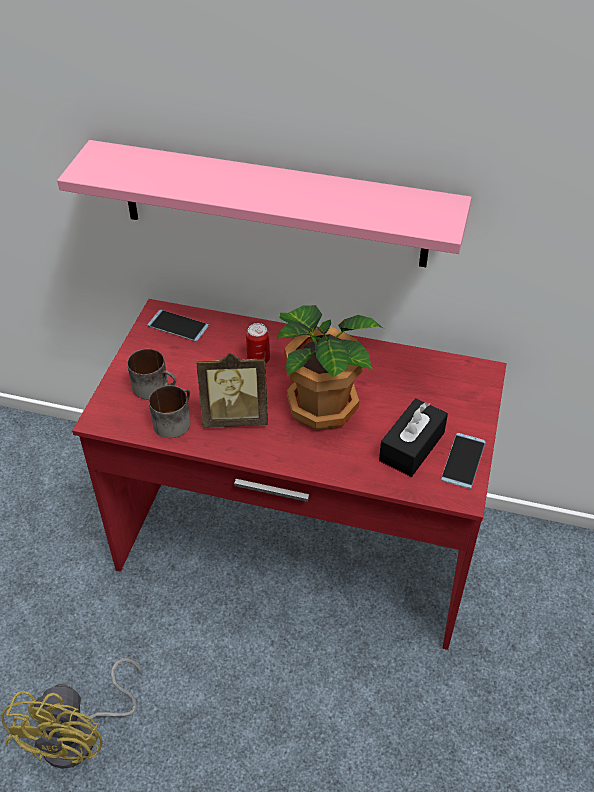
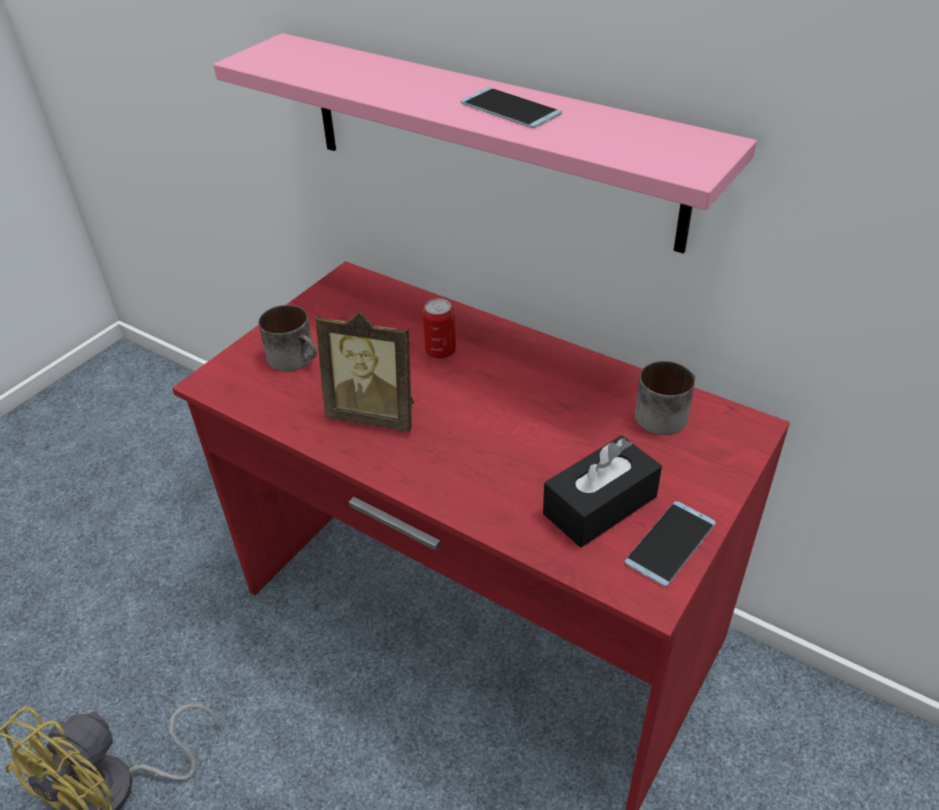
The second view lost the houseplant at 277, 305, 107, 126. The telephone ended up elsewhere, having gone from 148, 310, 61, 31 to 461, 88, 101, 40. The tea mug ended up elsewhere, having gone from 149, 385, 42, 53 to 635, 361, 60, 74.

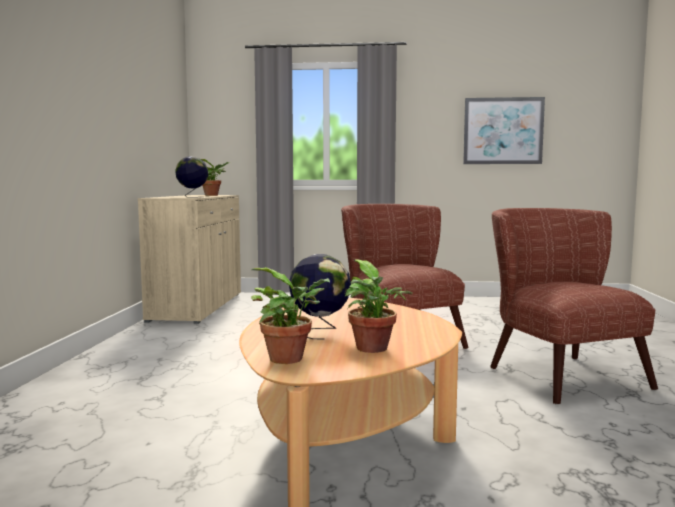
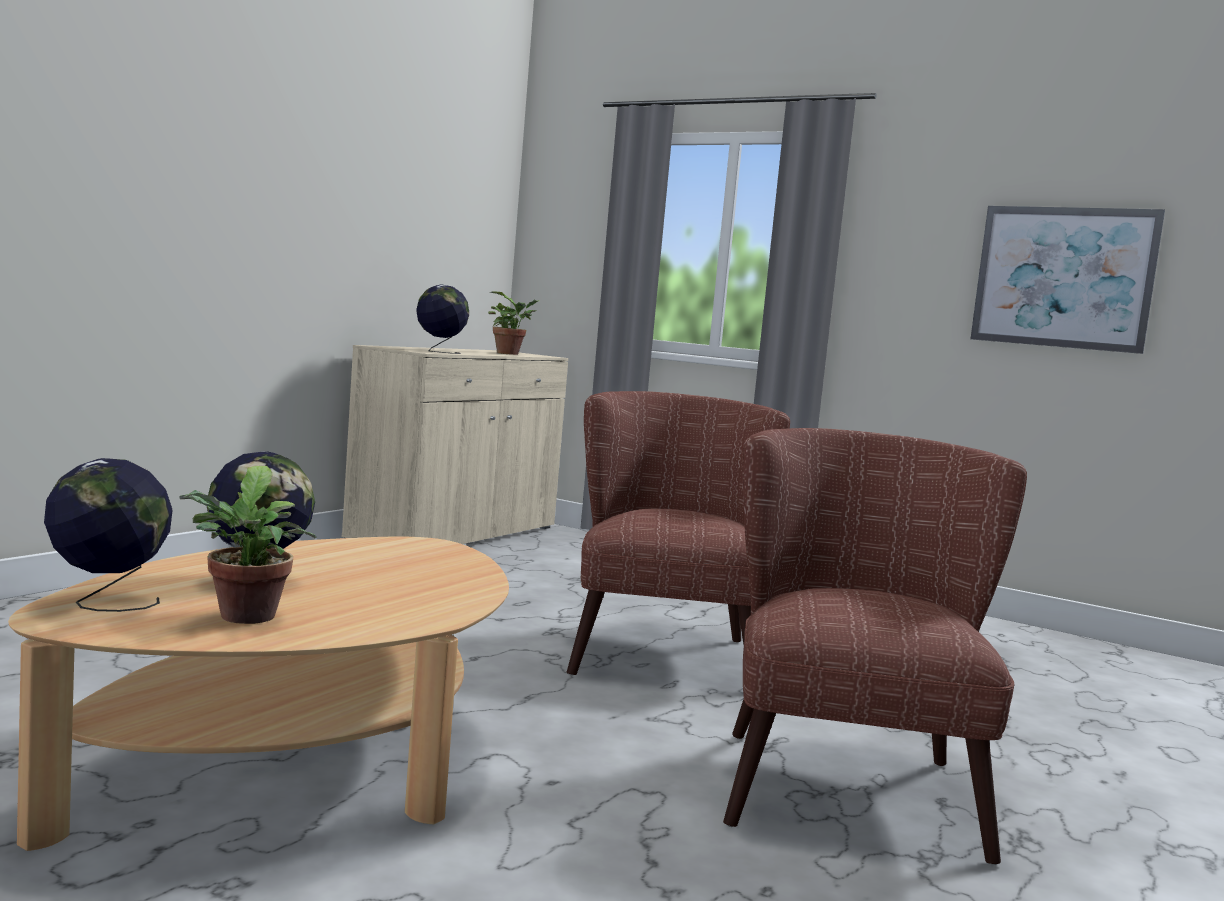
Where the houseplant stood at 251, 267, 79, 97, the desk globe came to stand at 44, 458, 129, 154.

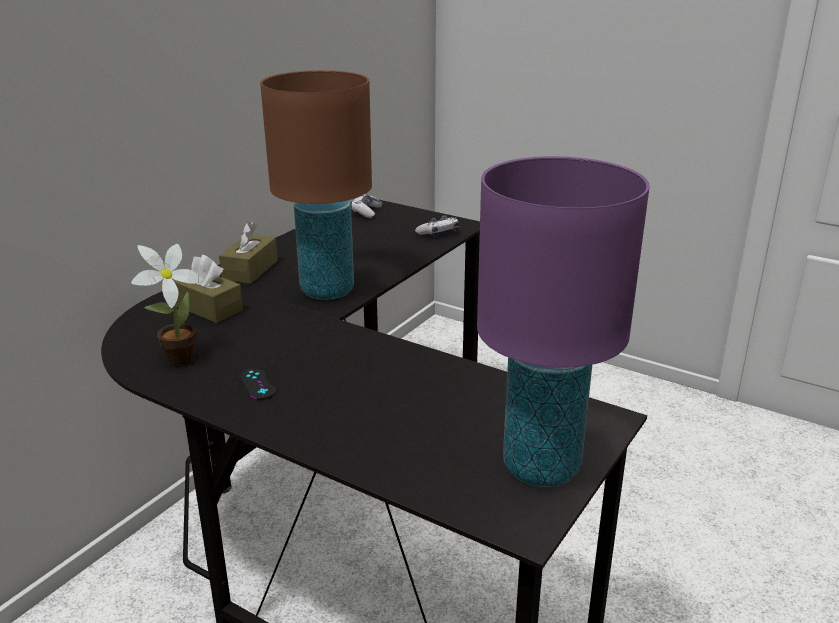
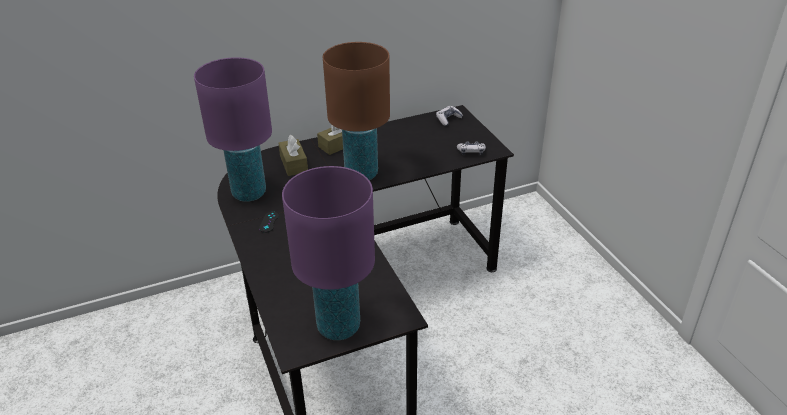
Where the houseplant stood at 131, 244, 73, 122, the tabletop lamp/purplish came to stand at 194, 57, 78, 145.

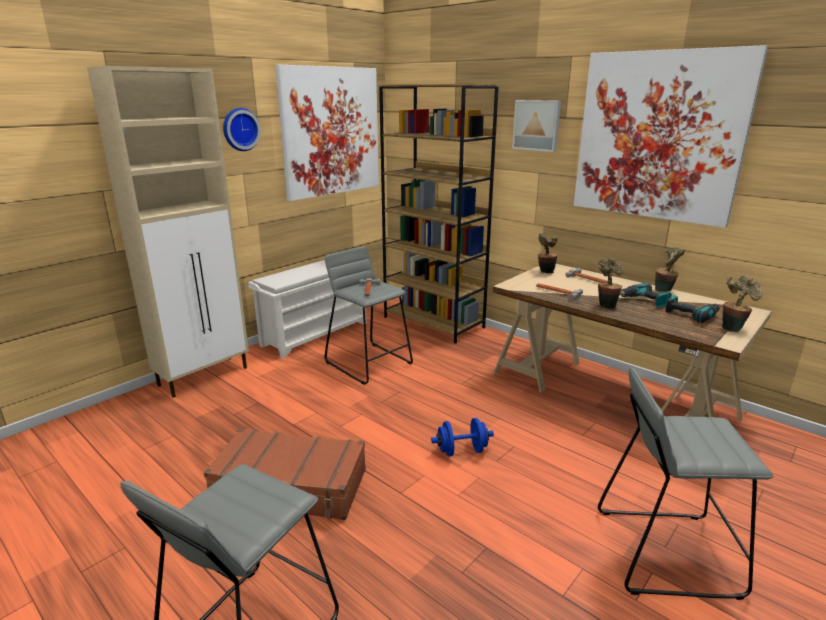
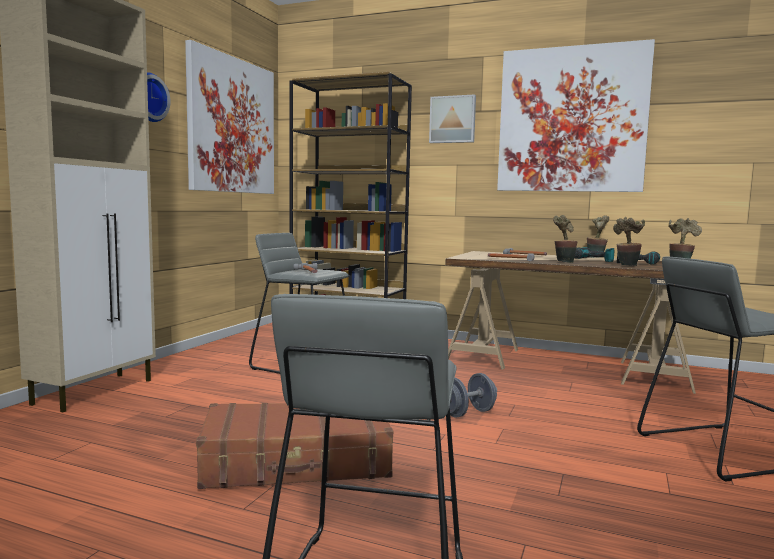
The second view lost the shoe shelf/white-coloured at 248, 260, 119, 98. The houseplant ended up elsewhere, having gone from 538, 233, 20, 40 to 613, 217, 32, 49. What was the hand weight/blue-coloured at 431, 418, 63, 38 turned into the hand weight/greyish at 450, 373, 47, 45.

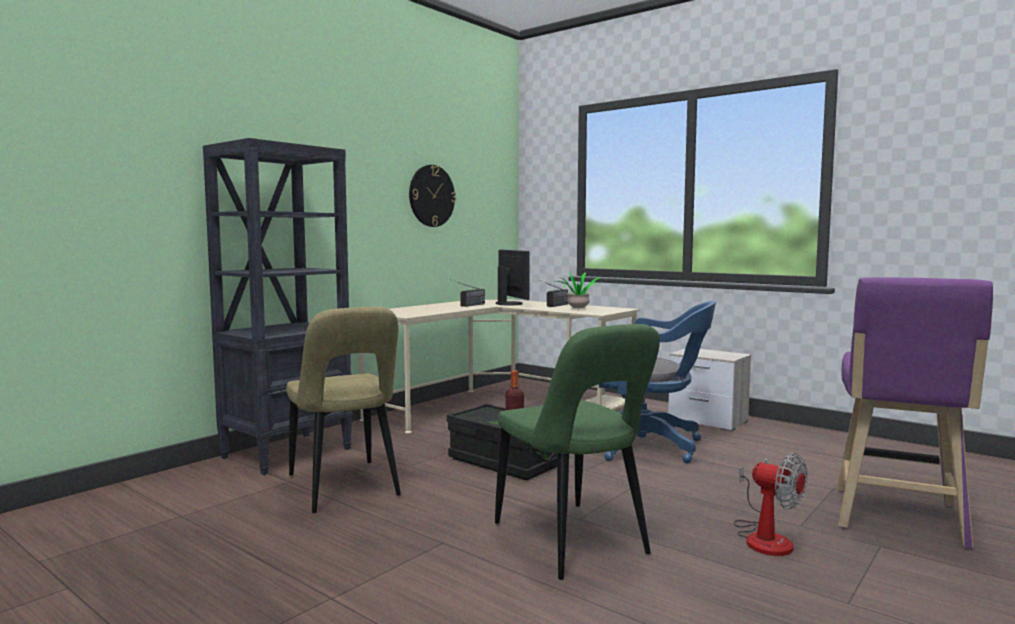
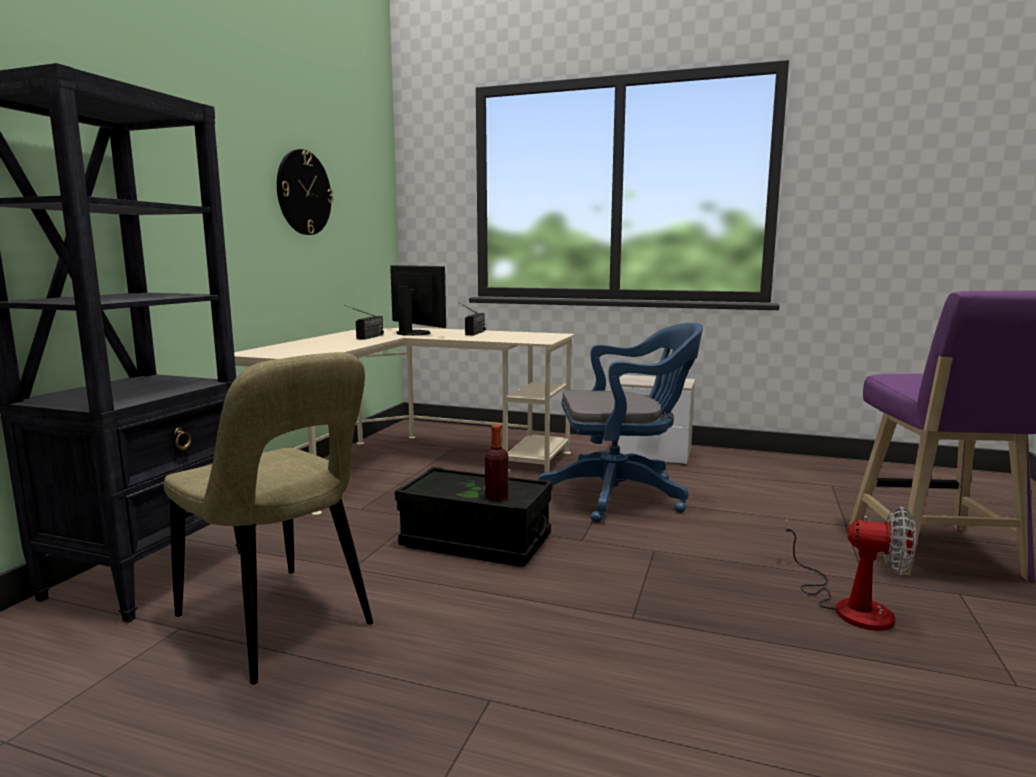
The second view lost the upright chair/greenish at 495, 324, 165, 256. The second view lost the houseplant at 557, 271, 44, 38.

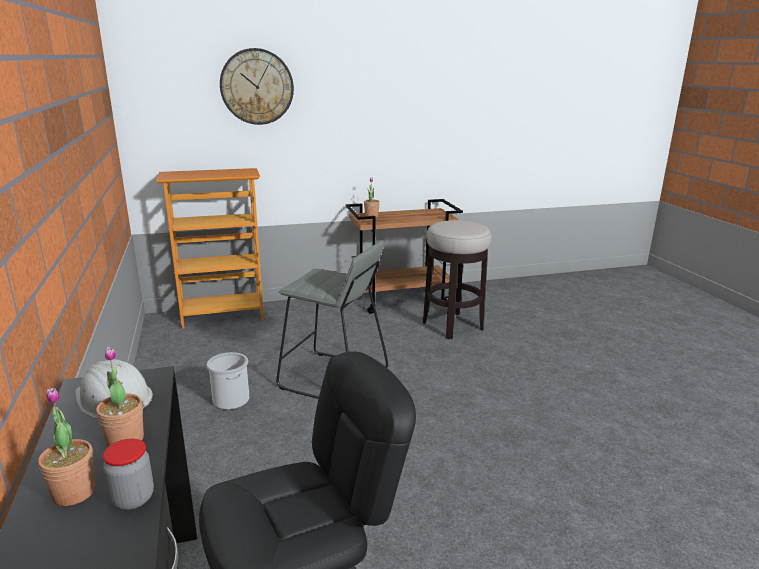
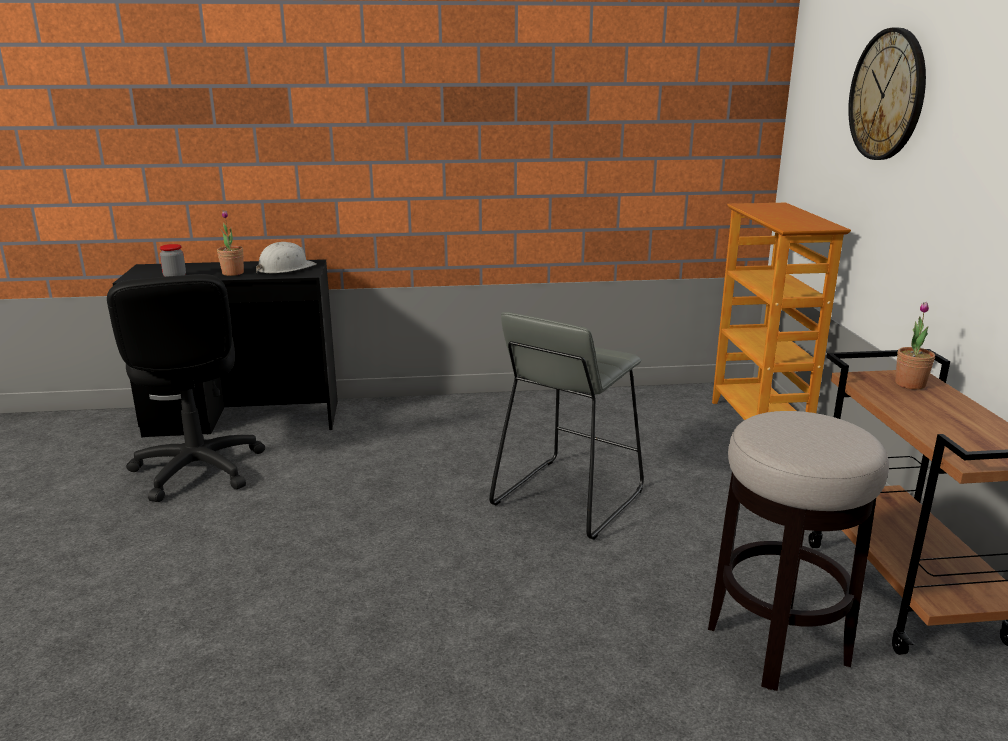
The second view lost the houseplant at 38, 388, 58, 118. The second view lost the water bucket at 207, 352, 42, 58.

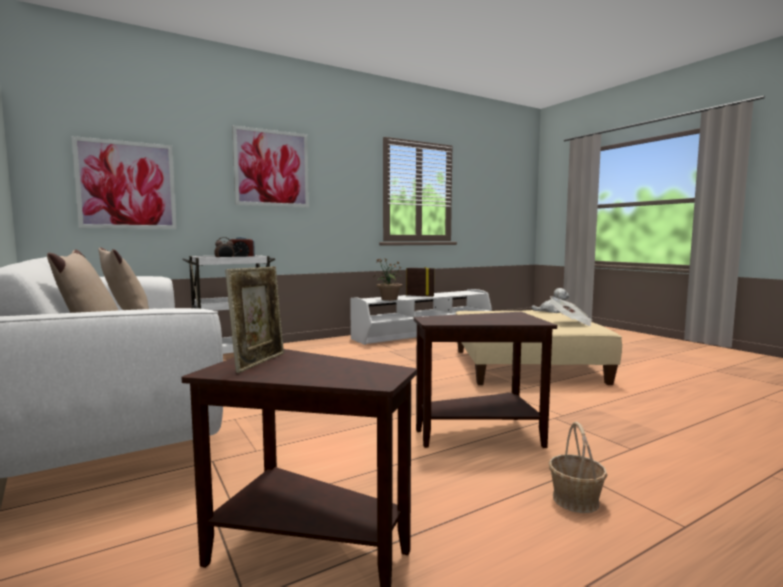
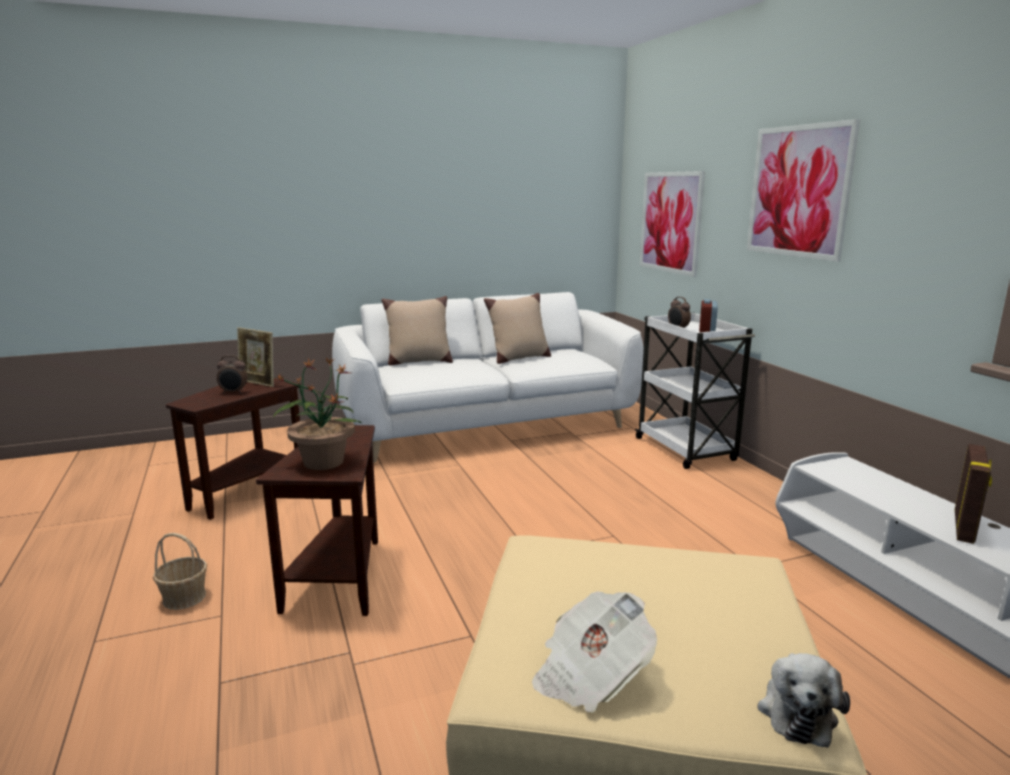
The second view gained the alarm clock at 217, 355, 30, 39. The houseplant ended up elsewhere, having gone from 375, 259, 28, 42 to 273, 358, 88, 112.

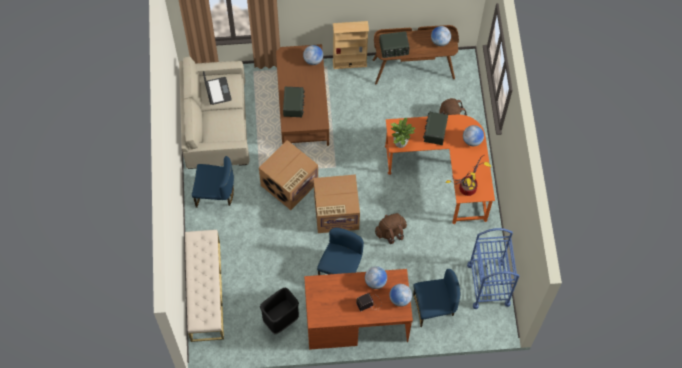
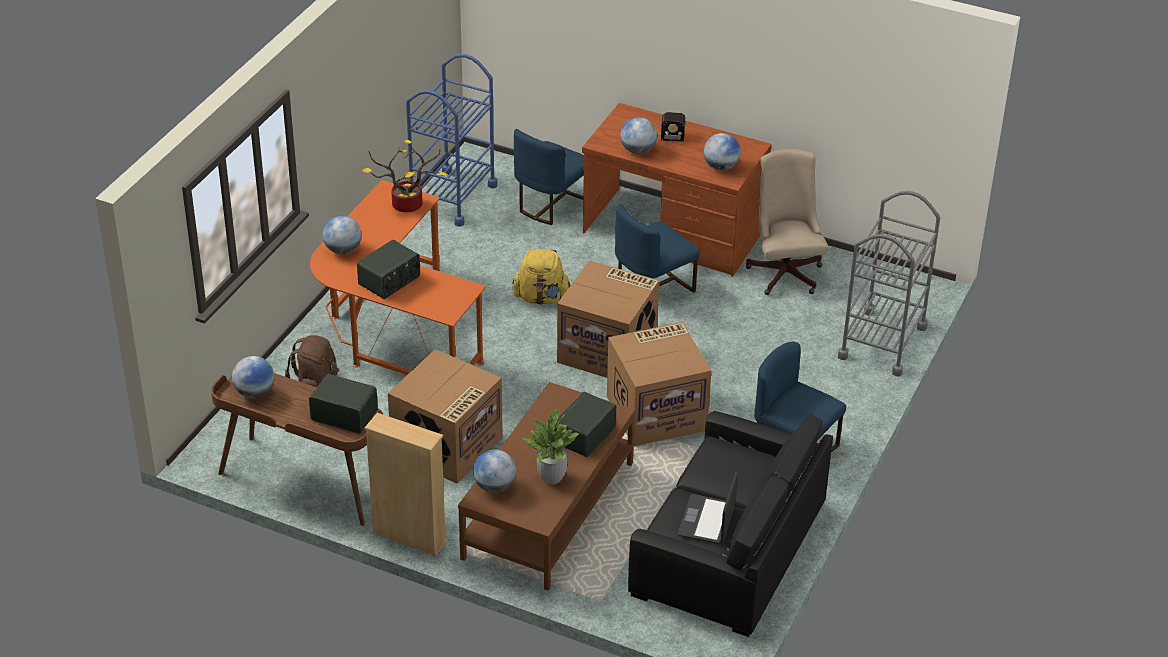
The second view gained the cardboard box at 388, 349, 115, 135. The desk globe ended up elsewhere, having gone from 389, 284, 23, 23 to 704, 133, 37, 37. The houseplant ended up elsewhere, having gone from 390, 118, 26, 30 to 523, 410, 56, 74. Where the indoor bench/beige stood at 185, 230, 39, 112, the trolley/greyish came to stand at 838, 191, 102, 186. Where the trash can/black stood at 260, 288, 39, 46, the desk chair/beige came to stand at 746, 149, 83, 146. What was the sofa/beige at 179, 56, 70, 113 turned into the sofa/black at 628, 411, 205, 226. What was the knapsack/brown at 375, 213, 32, 31 turned into the knapsack/yellow-coloured at 512, 249, 59, 56. The upright chair/blue-coloured at 413, 269, 48, 58 ended up facing another way, 75 degrees counterclockwise from before.

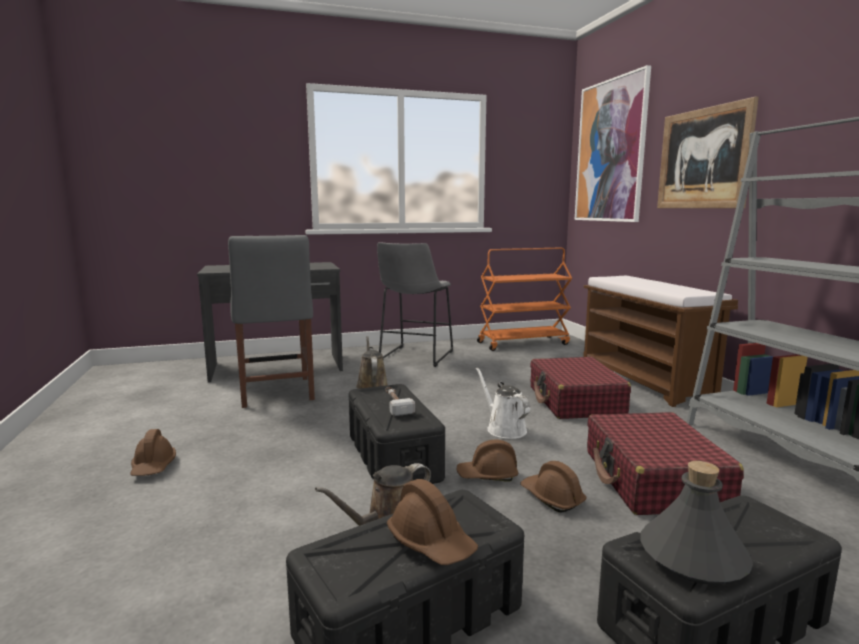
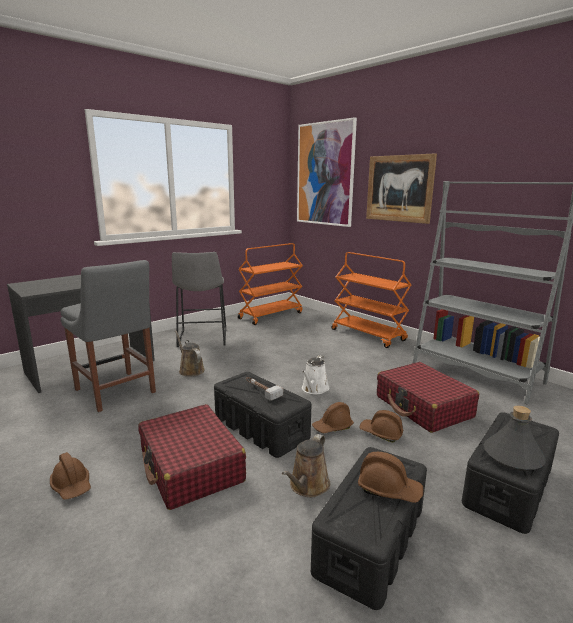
The piece of luggage/reddish ended up elsewhere, having gone from 530, 357, 101, 62 to 139, 404, 107, 106. Where the indoor bench/brown stood at 583, 276, 155, 131, the trolley/orange-coloured came to stand at 331, 252, 80, 96. The sprinkling can/white-coloured at 476, 367, 54, 72 ended up facing another way, 105 degrees counterclockwise from before.

